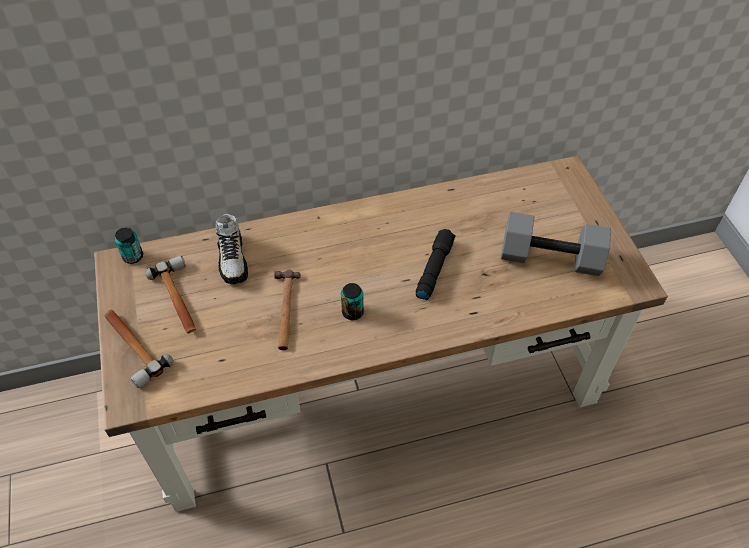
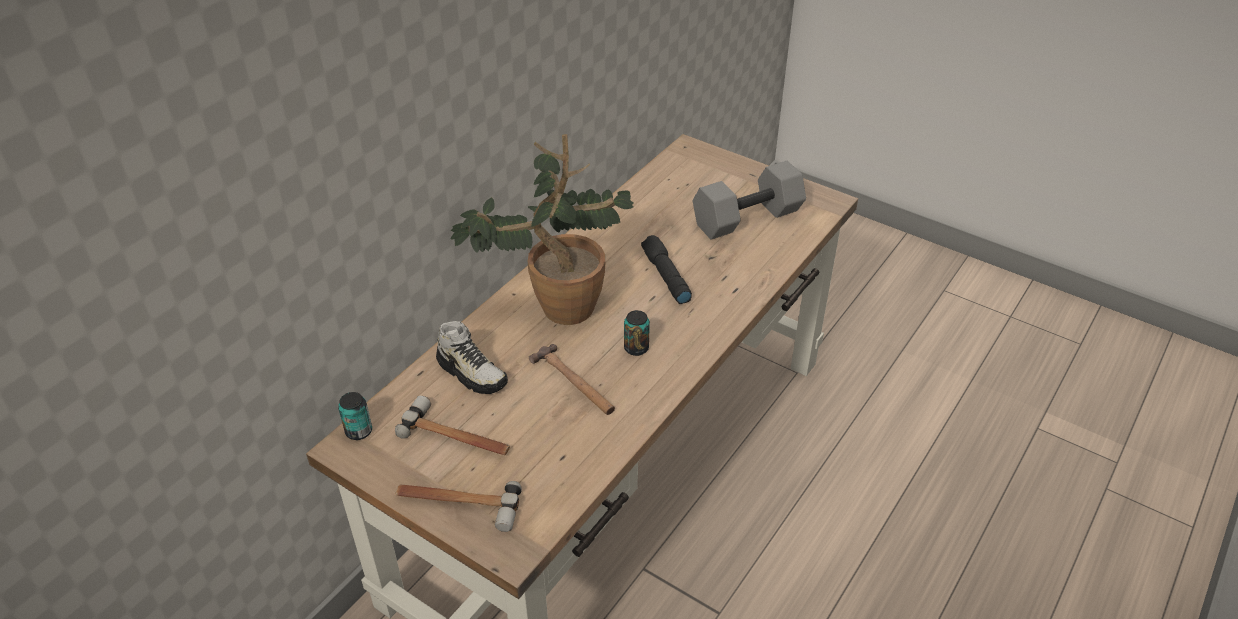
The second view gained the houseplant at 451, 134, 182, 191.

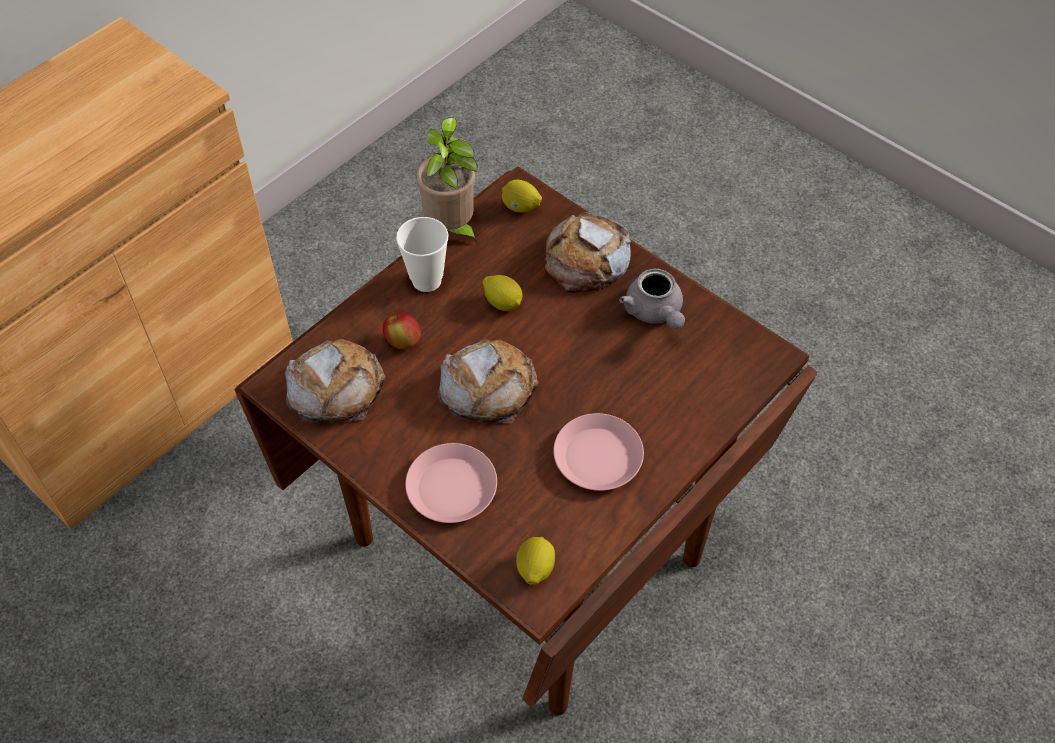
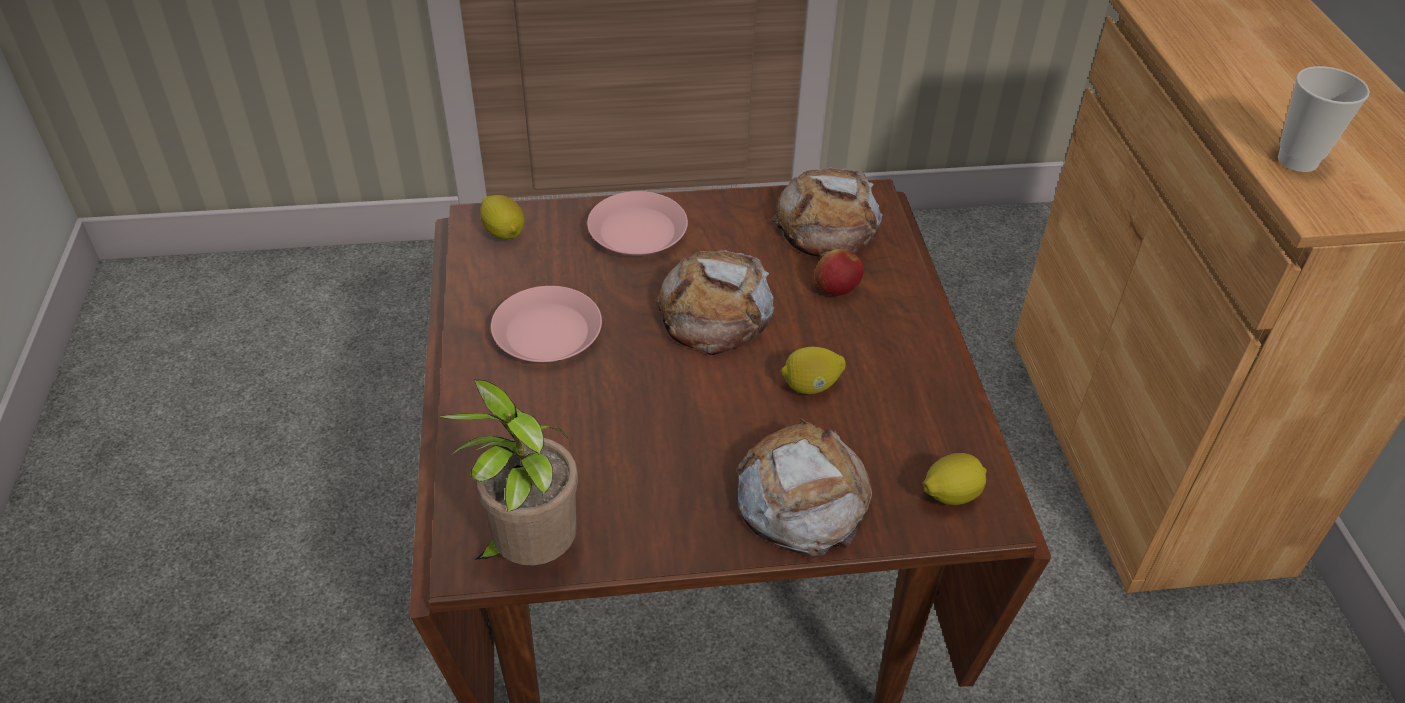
The second view lost the tea pot/greyish at 619, 268, 66, 61. The cup ended up elsewhere, having gone from 396, 217, 52, 75 to 1278, 66, 92, 106. The houseplant ended up elsewhere, having gone from 416, 118, 61, 126 to 439, 379, 139, 186.

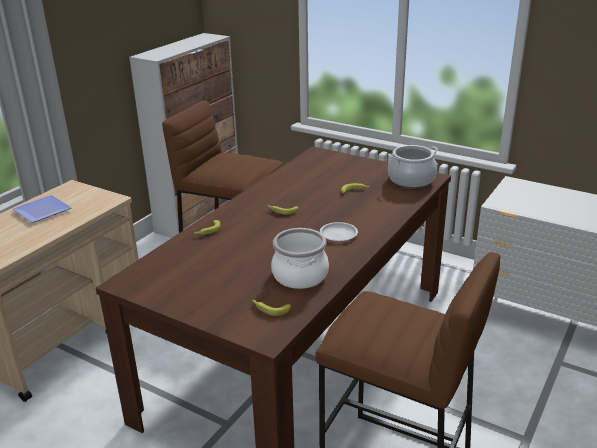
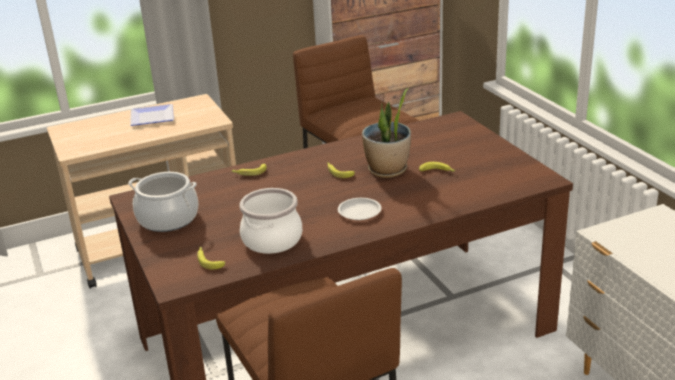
The second view gained the houseplant at 362, 88, 49, 90. The stockpot ended up elsewhere, having gone from 388, 145, 50, 43 to 128, 172, 71, 60.

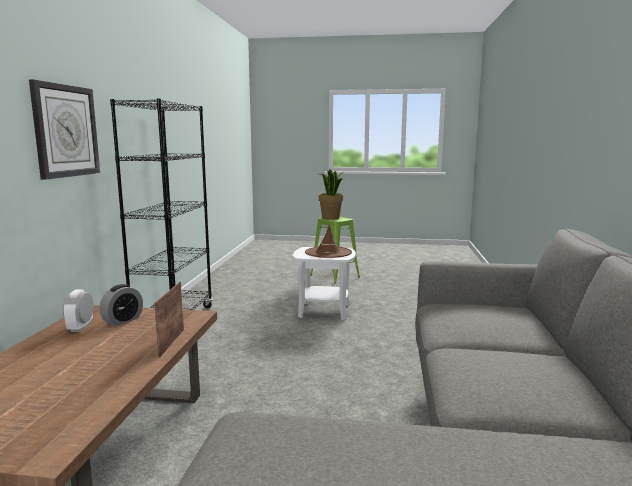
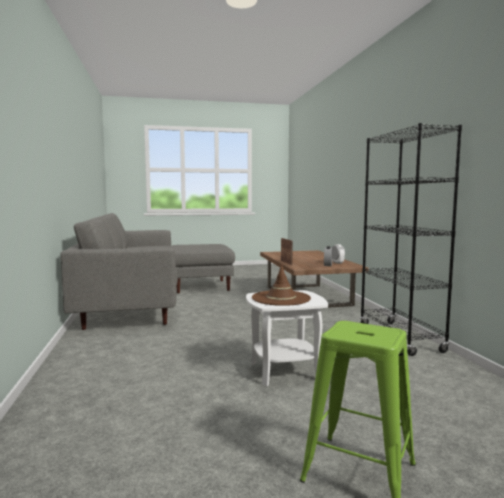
The second view lost the hanging clock at 29, 79, 71, 101. The second view lost the houseplant at 318, 169, 26, 51.

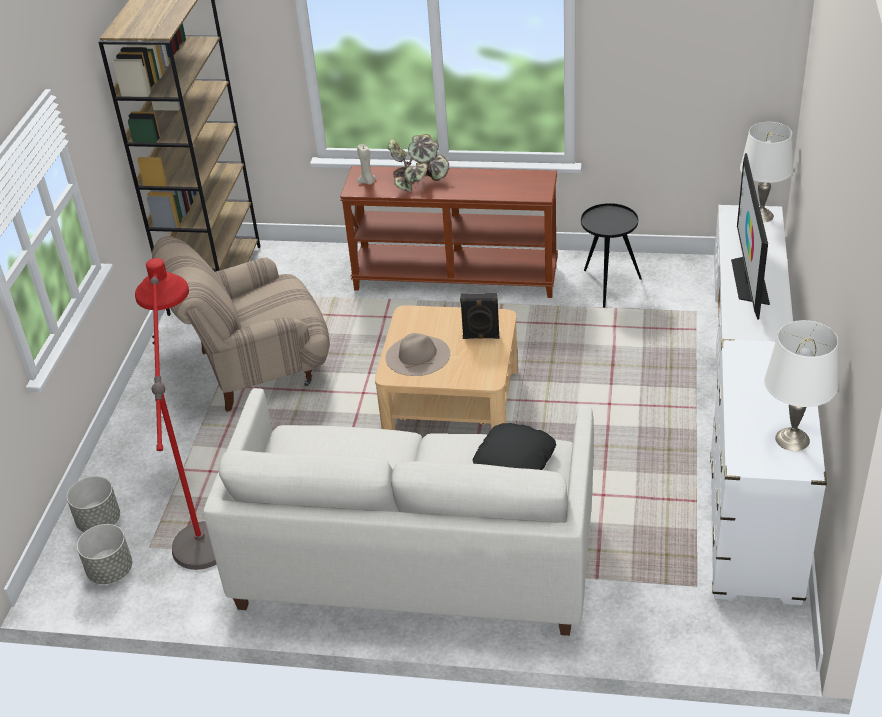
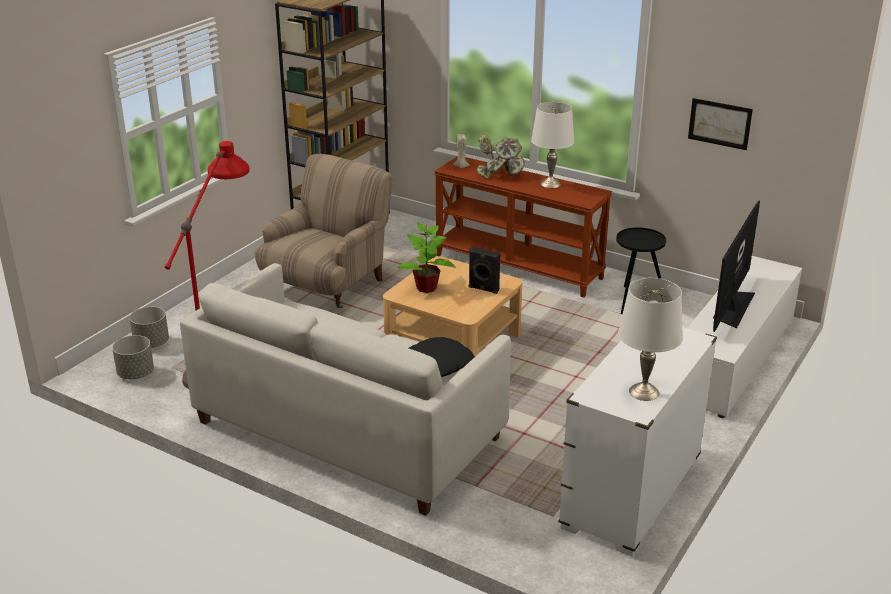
The second view gained the wall art at 688, 98, 65, 52. The tabletop lamp/white-coloured ended up elsewhere, having gone from 740, 122, 53, 101 to 531, 102, 44, 86. Where the wearable hat/beige stood at 385, 333, 65, 43, the houseplant came to stand at 397, 222, 59, 71. The armchair/beige at 152, 236, 178, 176 ended up facing another way, 120 degrees clockwise from before.

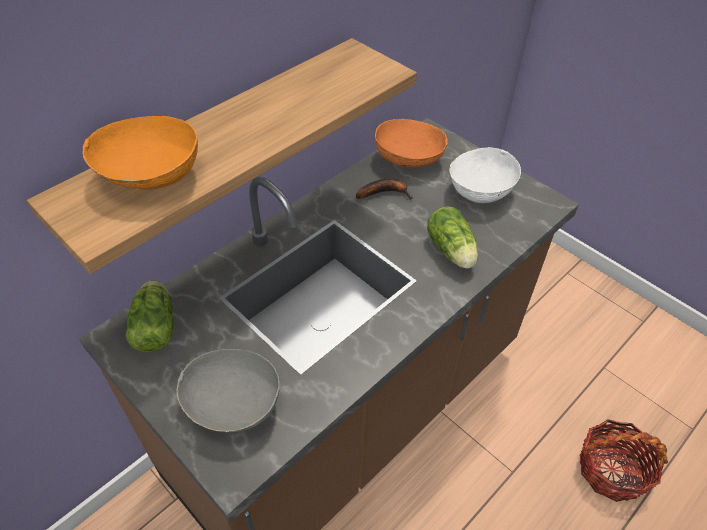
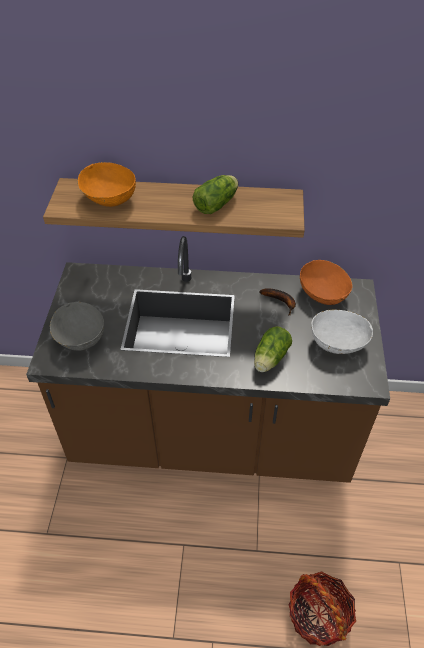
The lettuce head ended up elsewhere, having gone from 125, 280, 49, 72 to 193, 175, 45, 39.

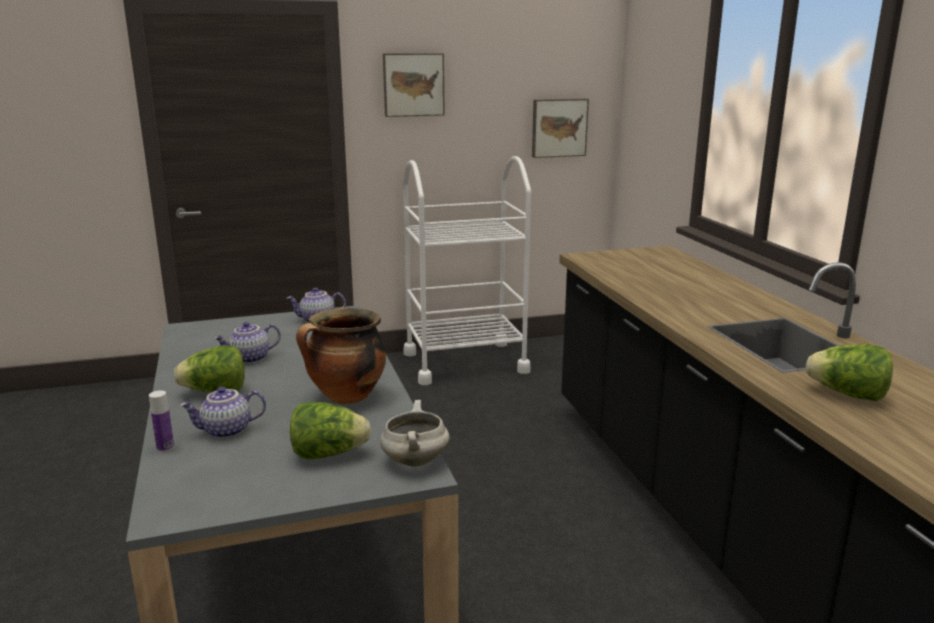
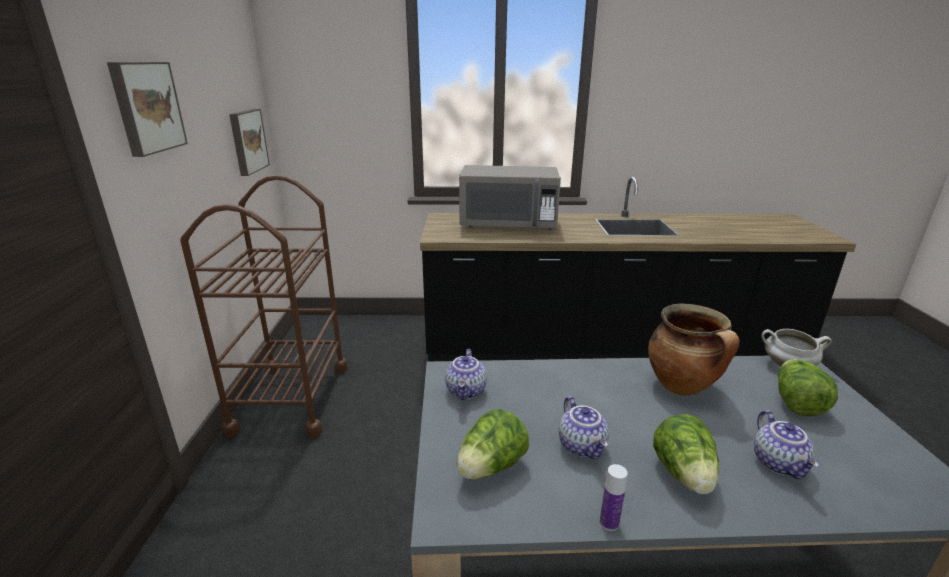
The second view gained the microwave/greyish at 459, 165, 102, 65. The drink bottle ended up elsewhere, having gone from 149, 390, 25, 62 to 600, 464, 28, 67. The lettuce head ended up elsewhere, having gone from 806, 344, 87, 57 to 457, 409, 72, 70. What was the trolley/white-coloured at 403, 156, 128, 229 turned into the trolley/brown at 180, 175, 168, 263.

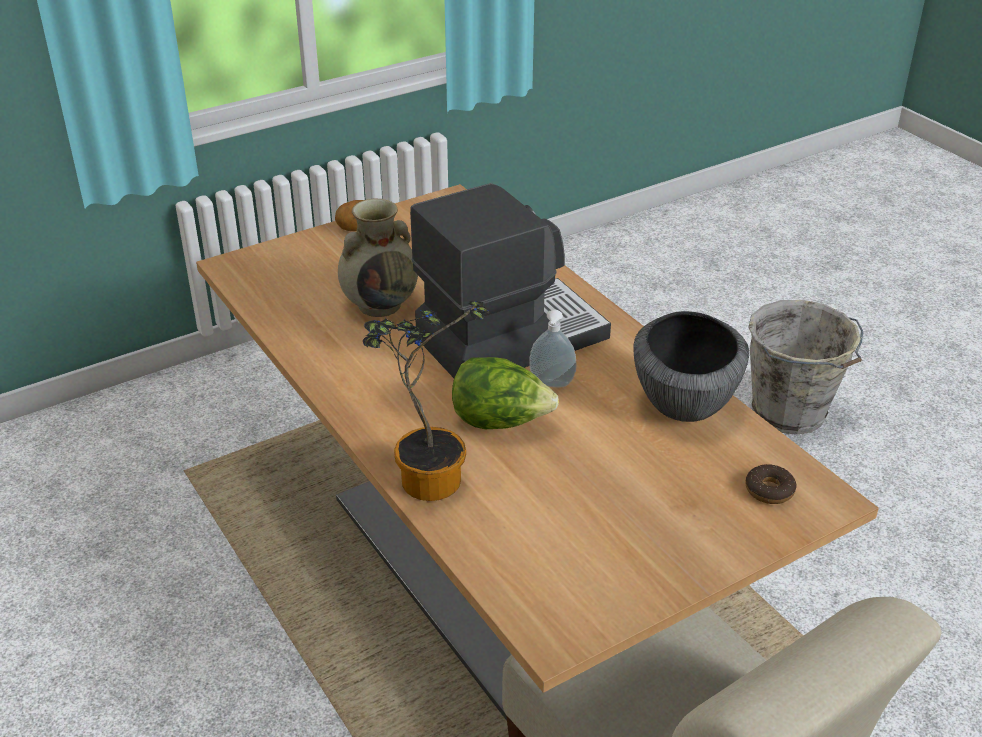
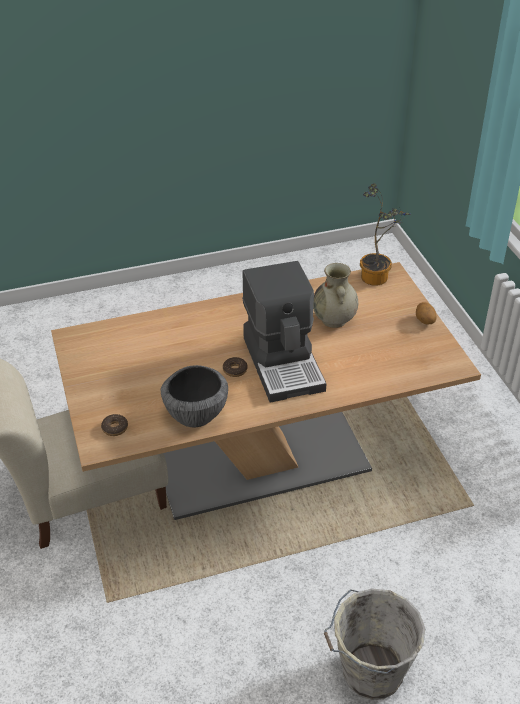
The second view lost the lettuce head at 452, 357, 107, 72. The houseplant ended up elsewhere, having gone from 363, 301, 126, 200 to 360, 183, 51, 103. Where the liquid soap bottle stood at 529, 310, 48, 77, the ring doughnut came to stand at 223, 357, 25, 20.

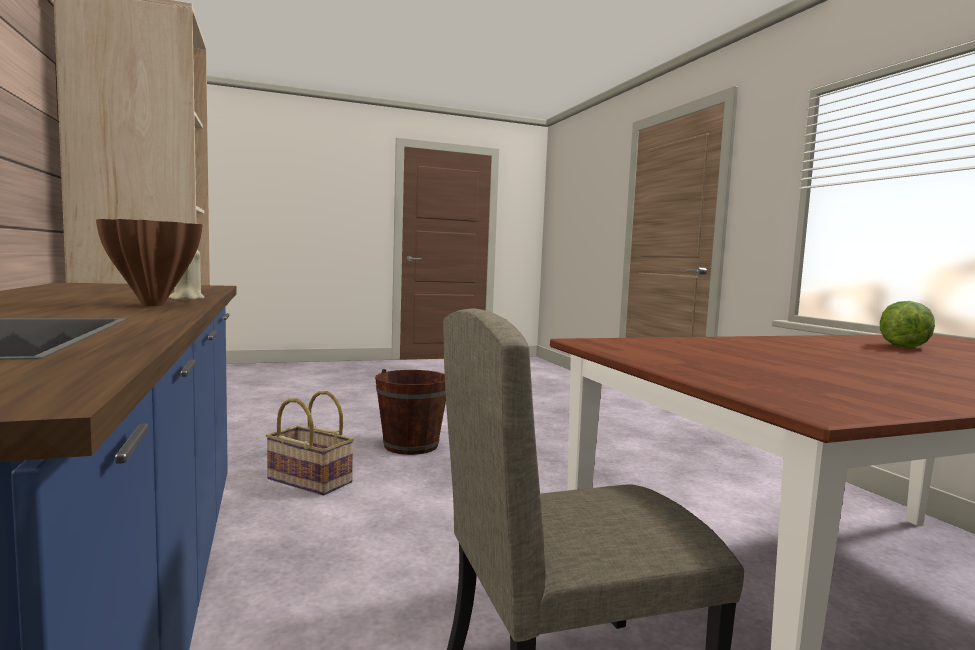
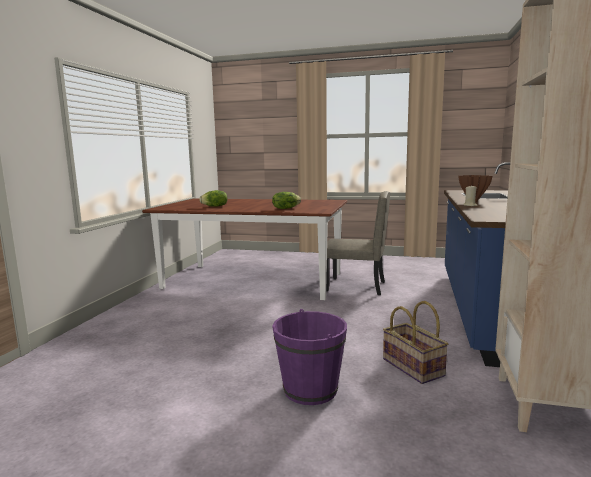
The second view gained the lettuce head at 272, 192, 29, 17. What was the water bucket/brown at 375, 369, 71, 86 turned into the water bucket/purplish at 272, 309, 75, 96.

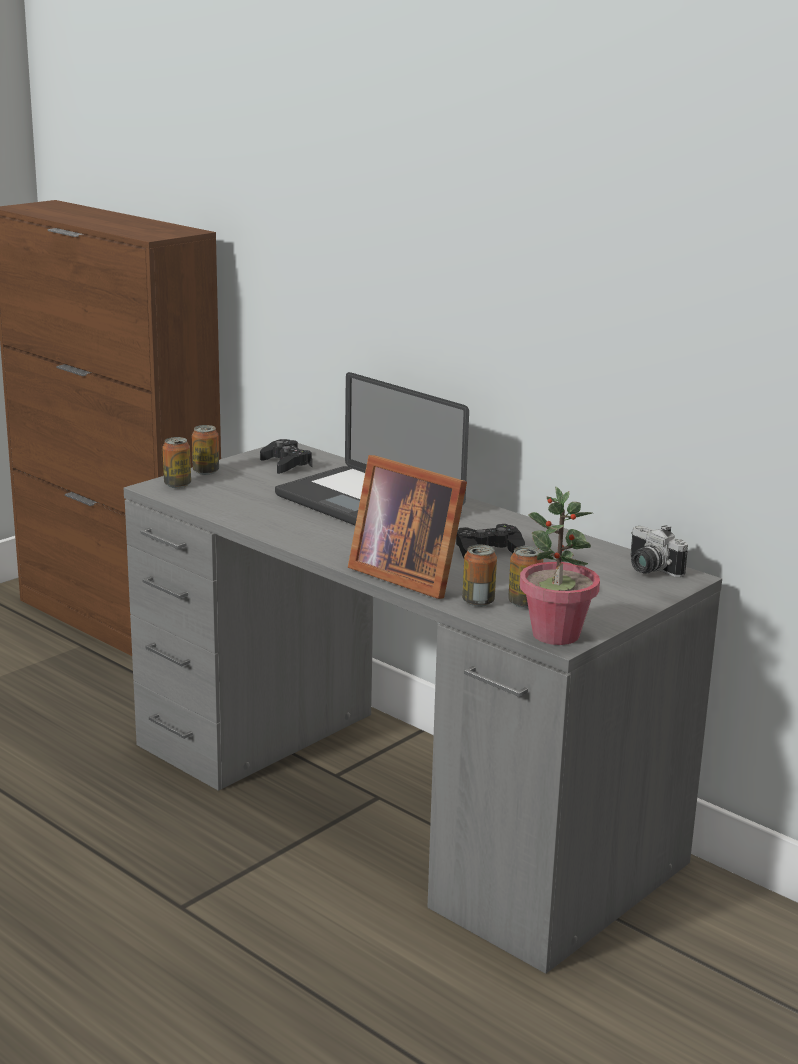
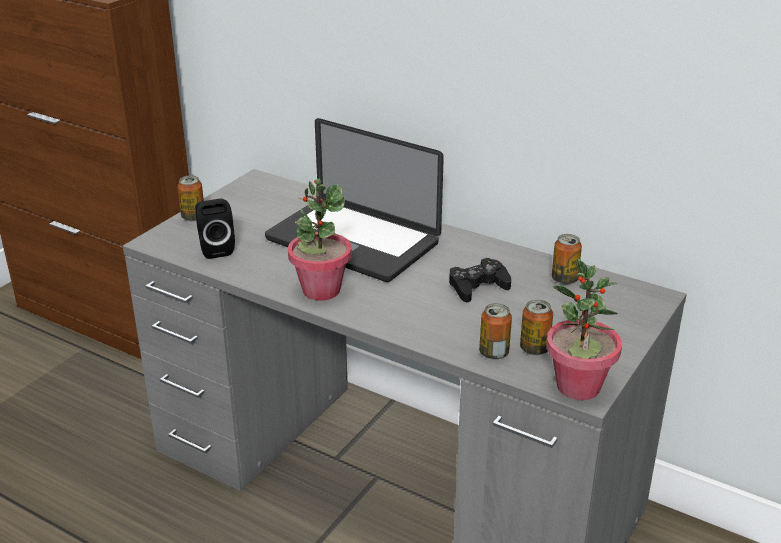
The second view lost the joypad/black at 260, 439, 52, 35. The second view lost the photo frame at 348, 455, 119, 144. The second view lost the photo camera at 631, 525, 57, 52. The second view gained the audio speaker/black at 195, 199, 40, 60. The second view gained the houseplant at 288, 179, 64, 122. The sealed can ended up elsewhere, having gone from 162, 437, 29, 51 to 552, 234, 30, 50.

